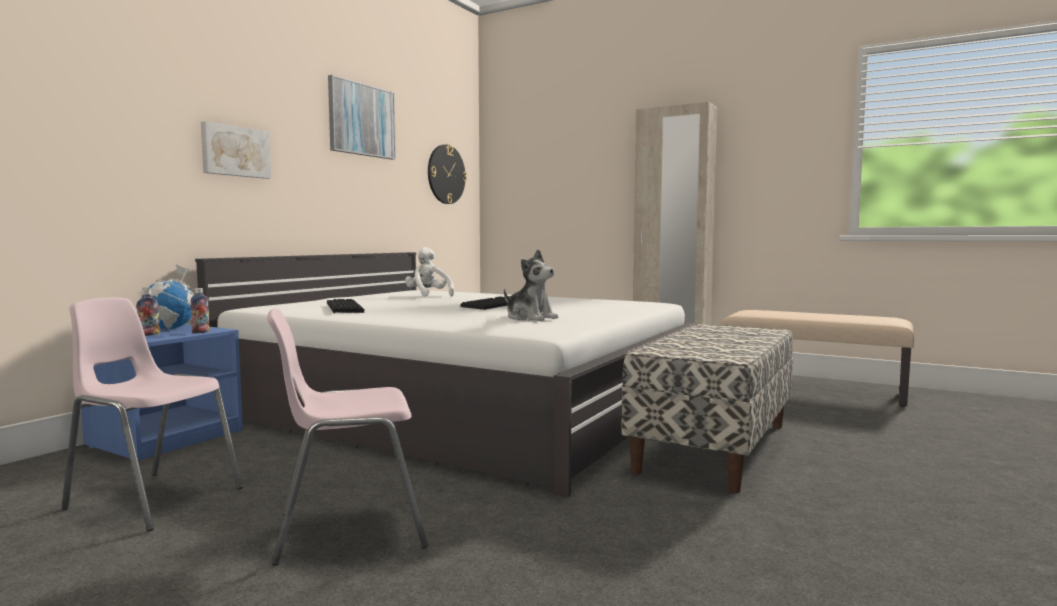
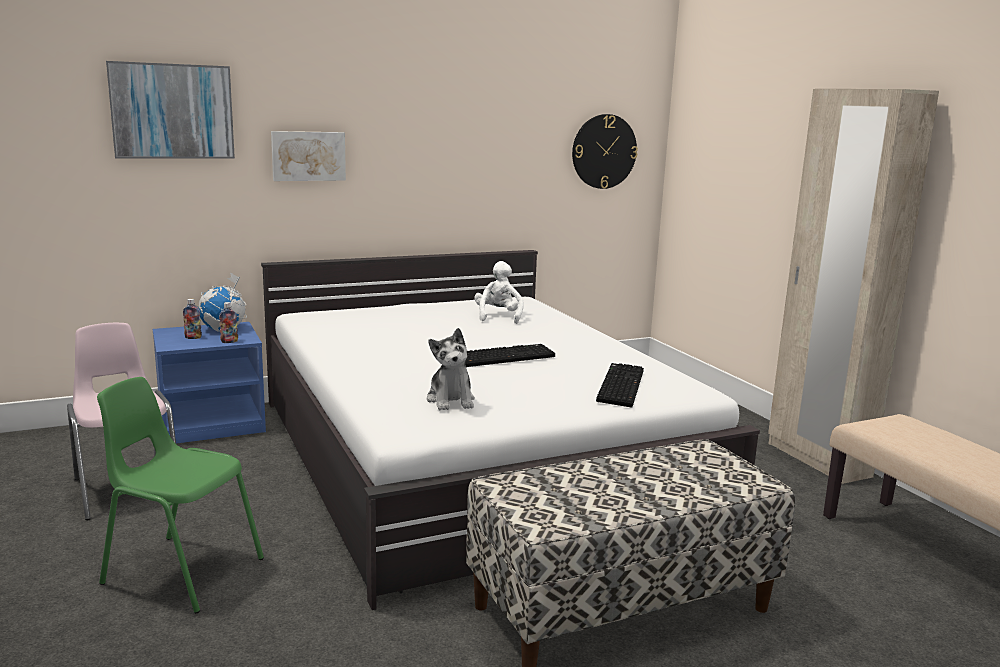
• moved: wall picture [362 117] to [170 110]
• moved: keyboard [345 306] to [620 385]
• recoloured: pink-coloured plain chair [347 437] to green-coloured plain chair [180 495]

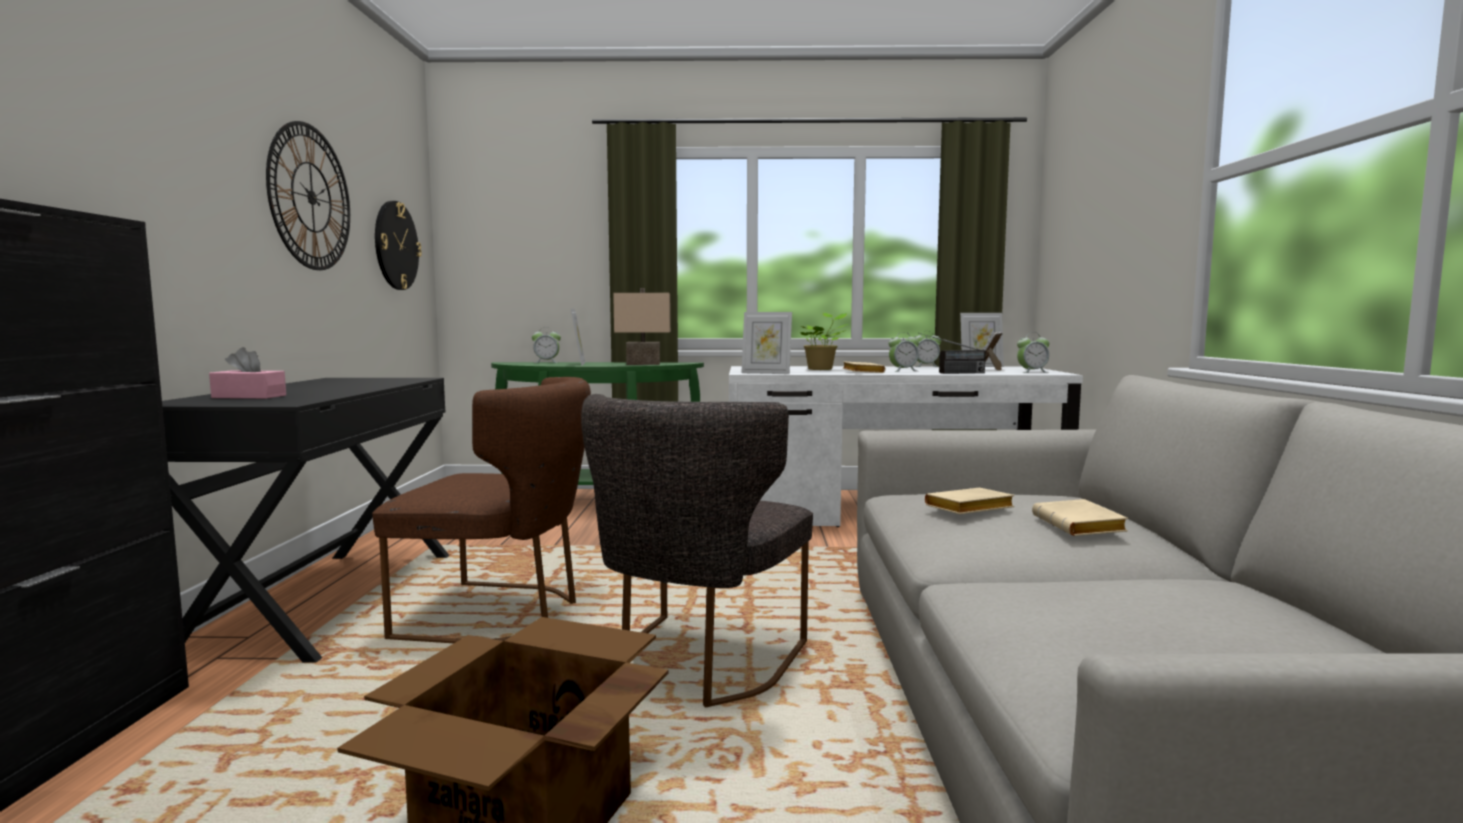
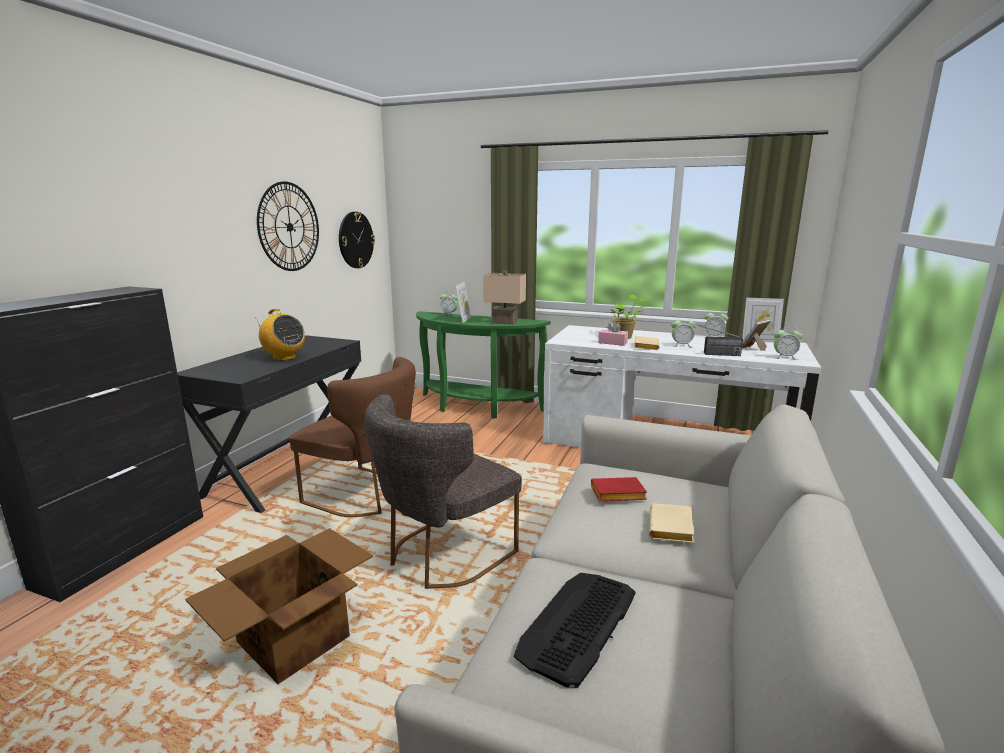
• removed: photo frame [766 343]
• moved: pink-coloured box of tissues [247 373] to [613 333]
• recoloured: beige-coloured bound book [969 501] to reddish bound book [619 489]
• added: radio set [281 335]
• added: keyboard [575 630]

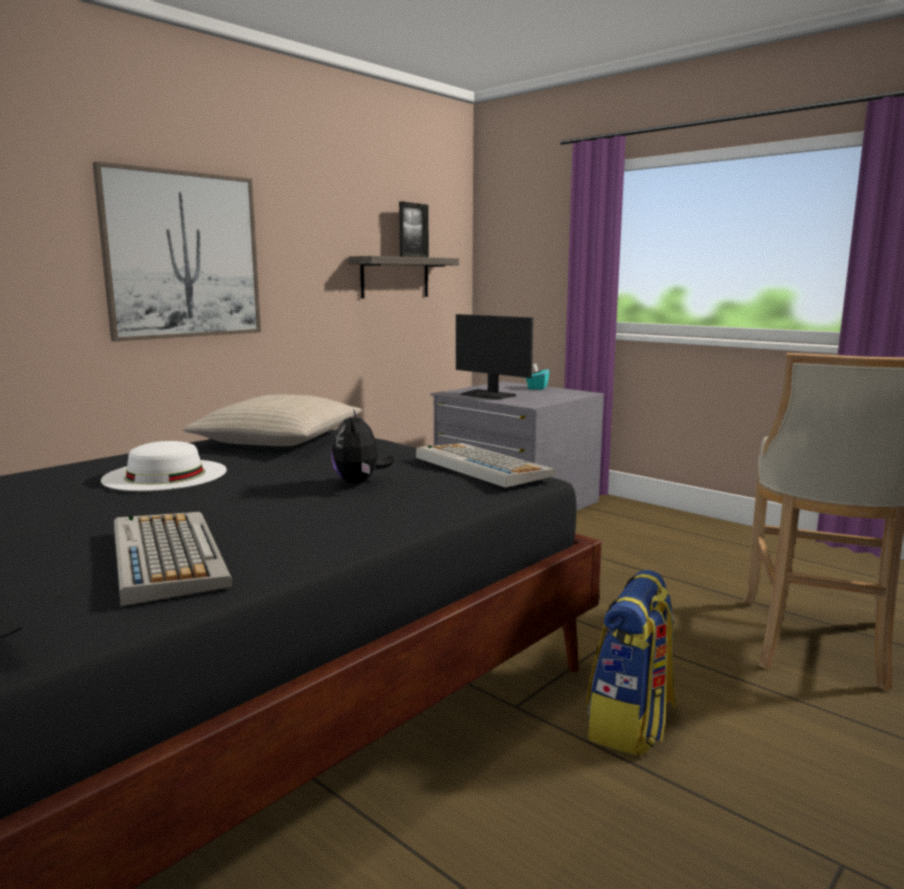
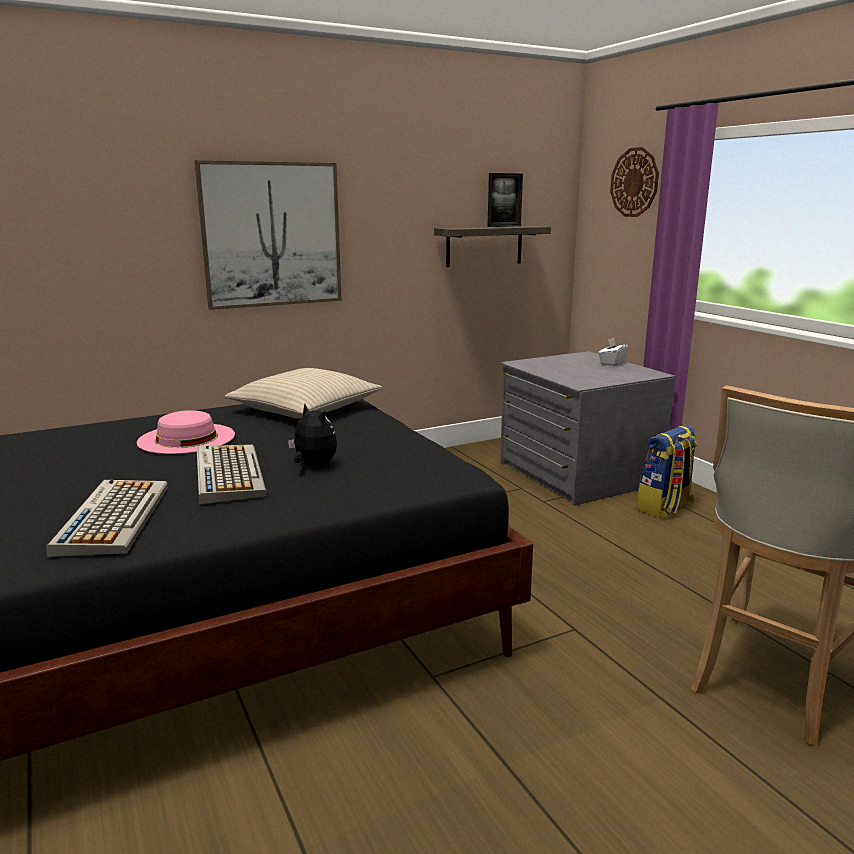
• removed: computer display [494 357]
• recoloured: turquoise-coloured box of tissues [537 377] to white-coloured box of tissues [613 352]
• turned: soft toy [362 446] = [312 435] 120 degrees clockwise
• recoloured: white-coloured hat [164 466] to pink-coloured hat [186 432]
• moved: keyboard [486 465] to [232 474]
• moved: backpack [631 663] to [666 471]
• added: hanging clock [634 182]

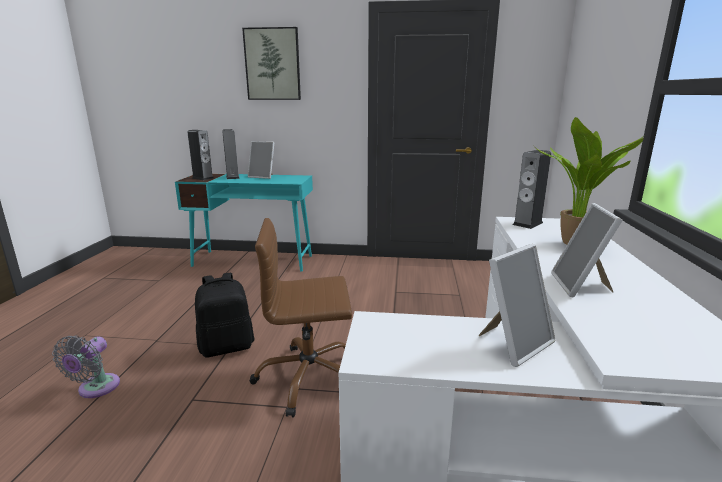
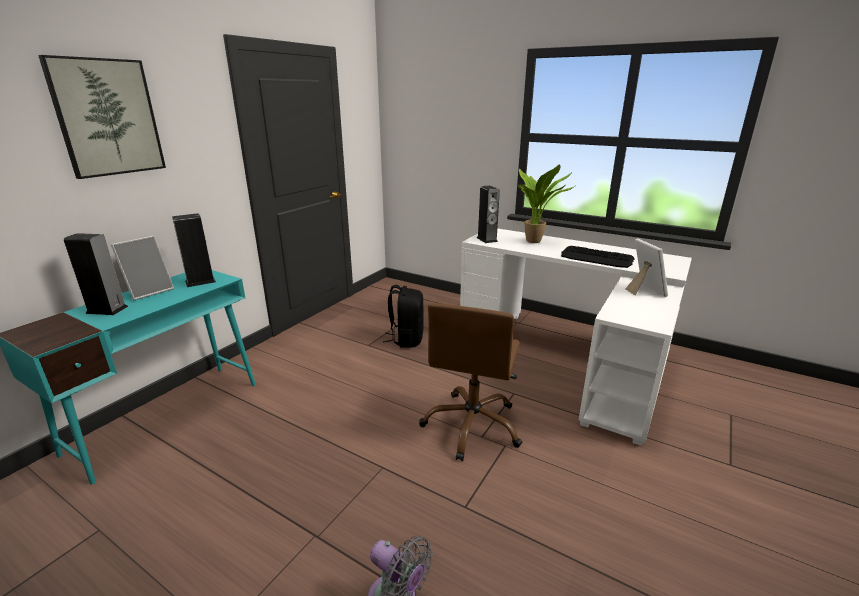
• moved: audio speaker [200 155] to [194 250]
• replaced: photo frame [587 250] to keyboard [598 257]
• moved: black backpack [224 315] to [403 316]

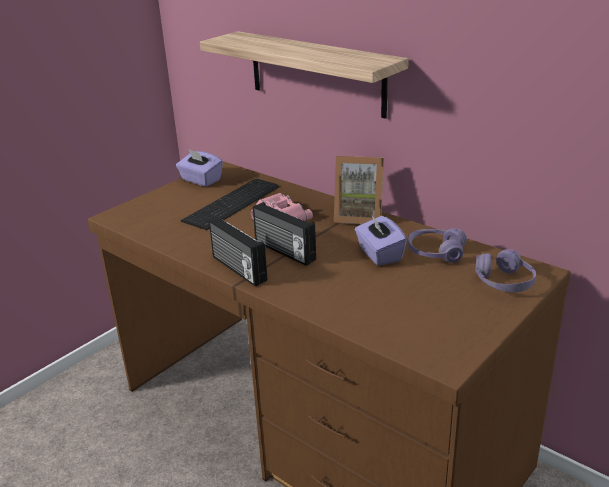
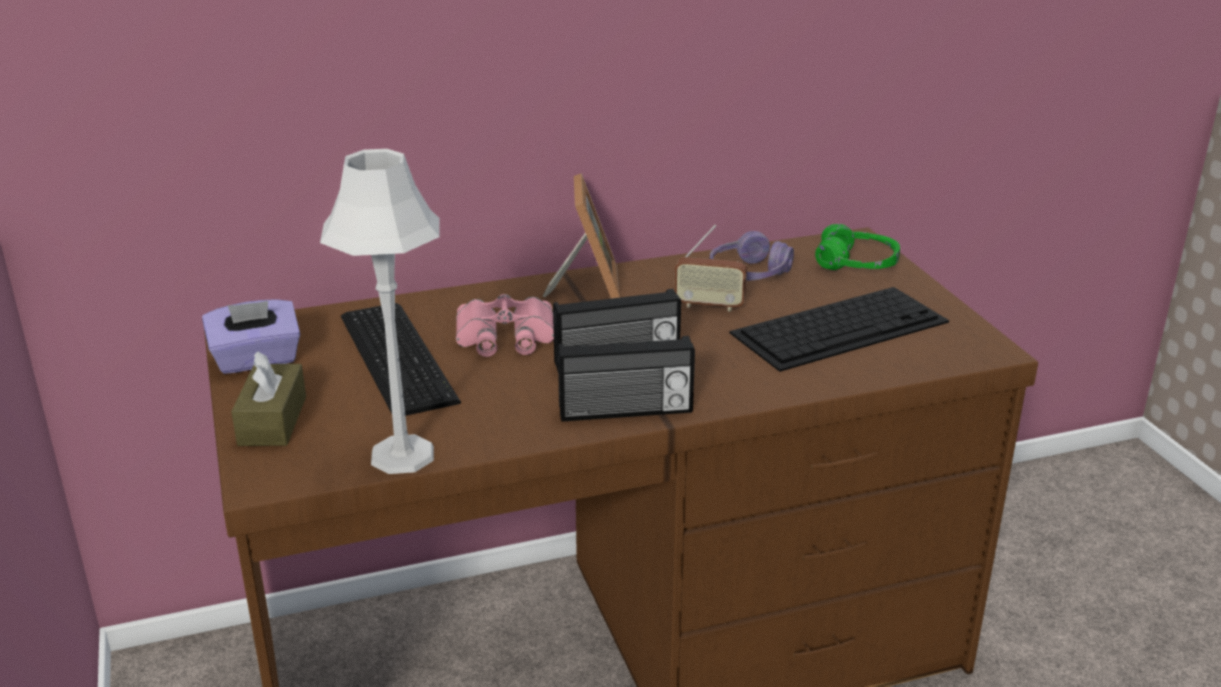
• removed: bracket shelf [304 75]
• turned: photo frame [359 190] = [581 236] 45 degrees counterclockwise
• replaced: purple box of tissues [381 240] to radio set [710 268]
• recoloured: purple headphones [505 270] to green-coloured headphones [857 247]
• added: greyish table lamp [380 311]
• added: keyboard [839 329]
• added: brown box of tissues [268 398]

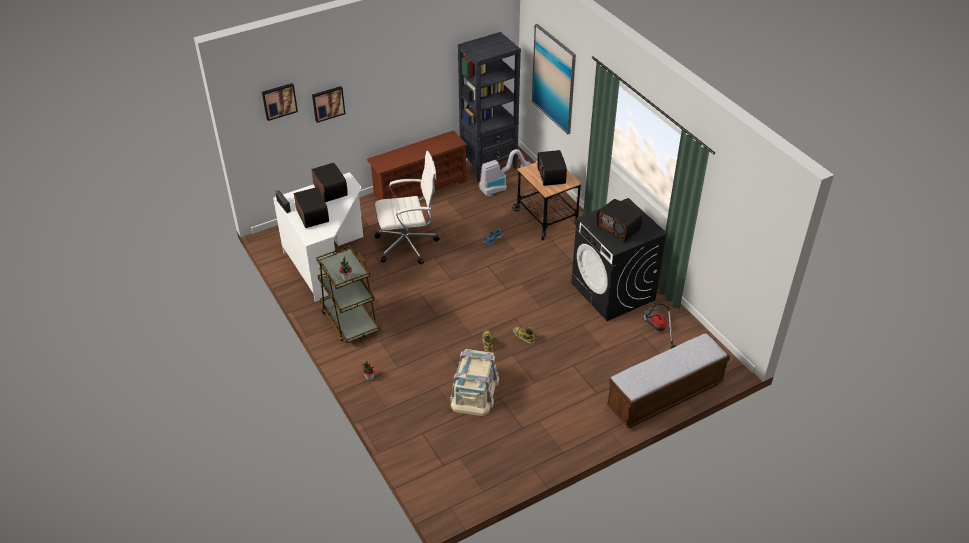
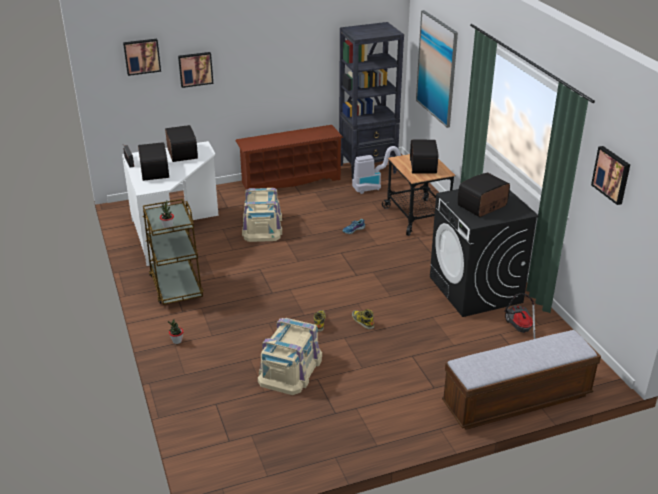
• replaced: white-coloured computer chair [407 207] to beige-coloured storage bin [262 215]
• turned: radio set [620 220] = [484 195] 90 degrees clockwise
• added: wall picture [610 175]

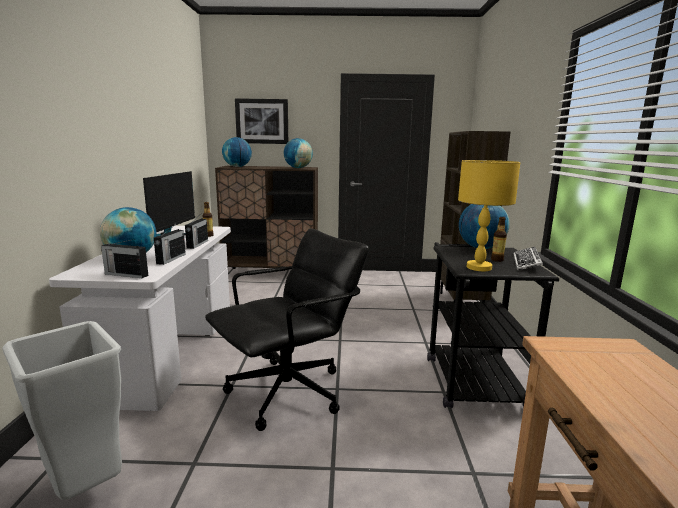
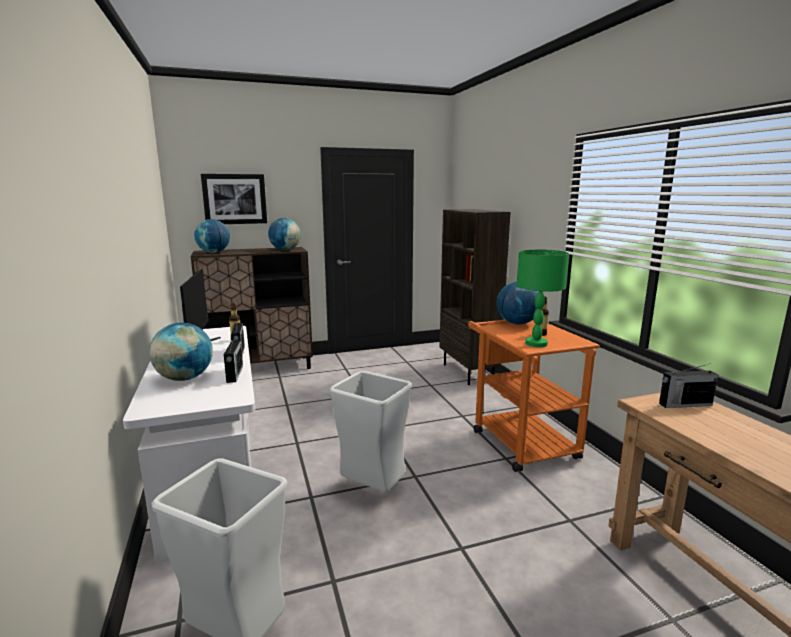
• recoloured: yellow table lamp [489 215] to green-coloured table lamp [543 298]
• replaced: black computer chair [287 330] to greyish trash can [370 431]
• moved: radio set [124 258] to [688 386]
• recoloured: black cart [493 325] to orange-coloured cart [534 396]
• removed: keyboard [528 259]

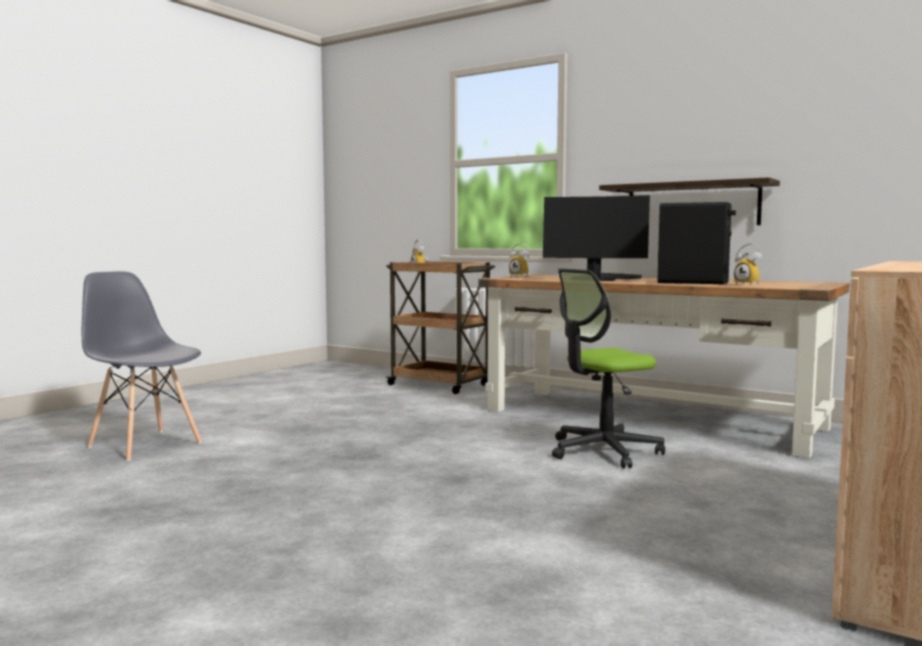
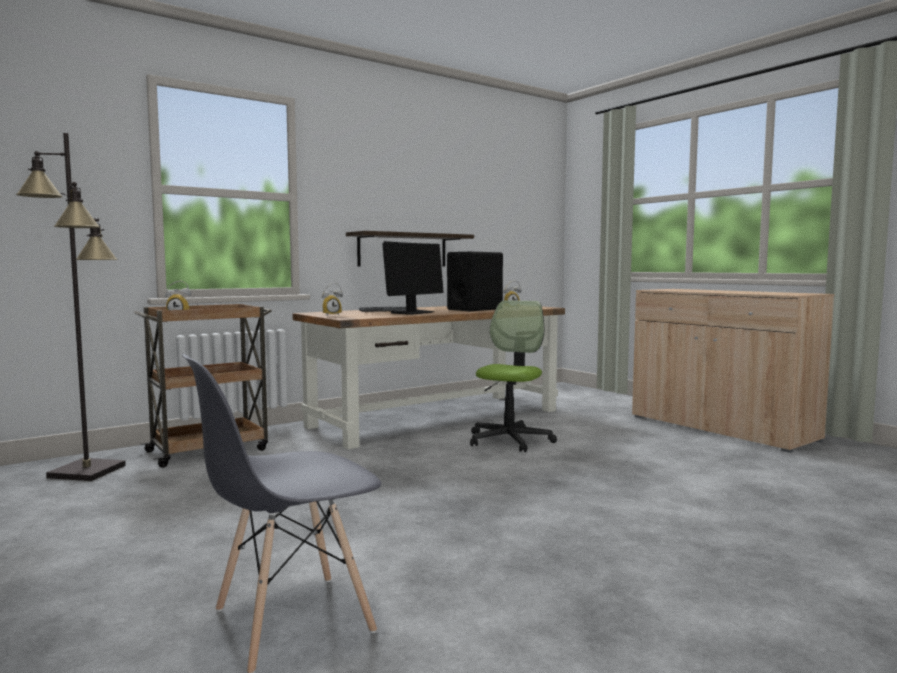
• turned: computer chair [608 368] = [513 376] 150 degrees counterclockwise
• added: black standing lamp [71 307]

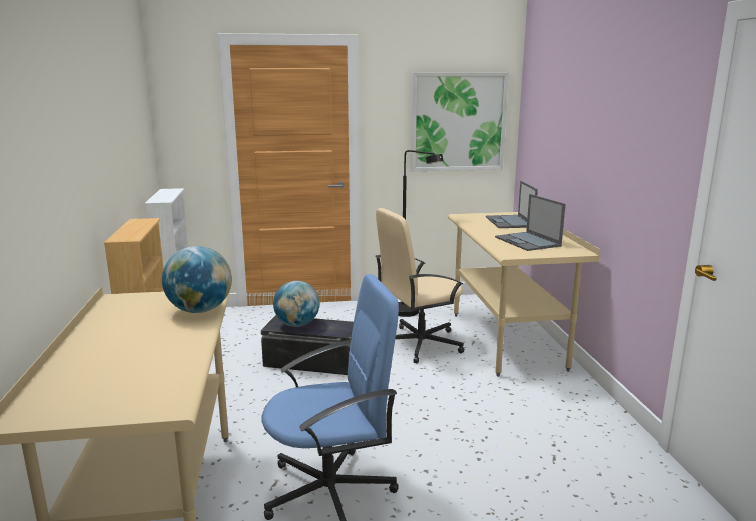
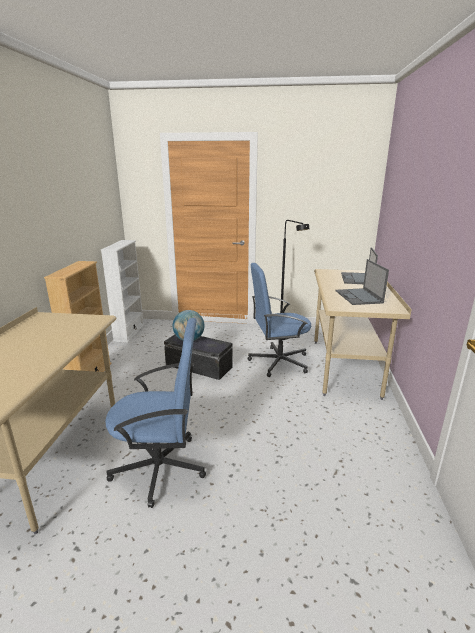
• removed: wall picture [460 121]
• recoloured: beige-coloured computer chair [420 286] to blue computer chair [279 320]
• removed: world globe [197 279]

